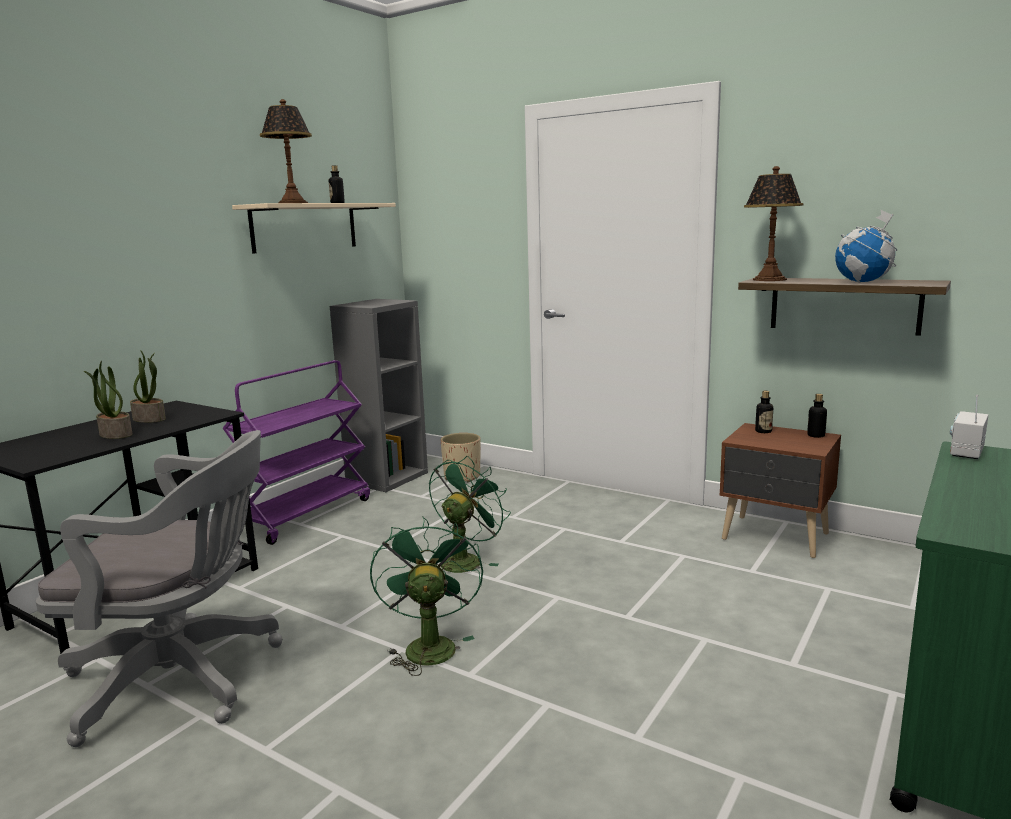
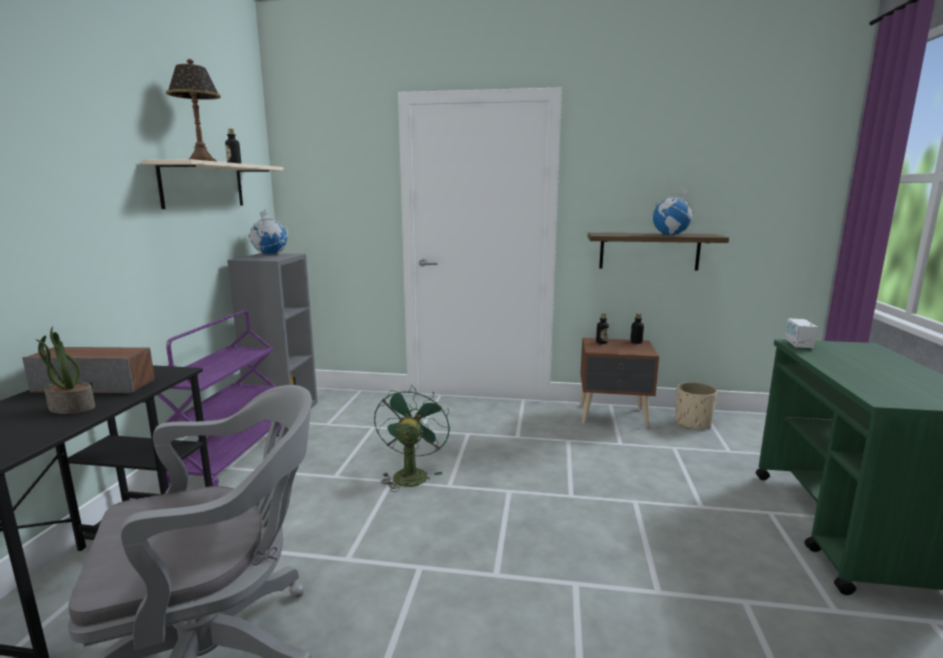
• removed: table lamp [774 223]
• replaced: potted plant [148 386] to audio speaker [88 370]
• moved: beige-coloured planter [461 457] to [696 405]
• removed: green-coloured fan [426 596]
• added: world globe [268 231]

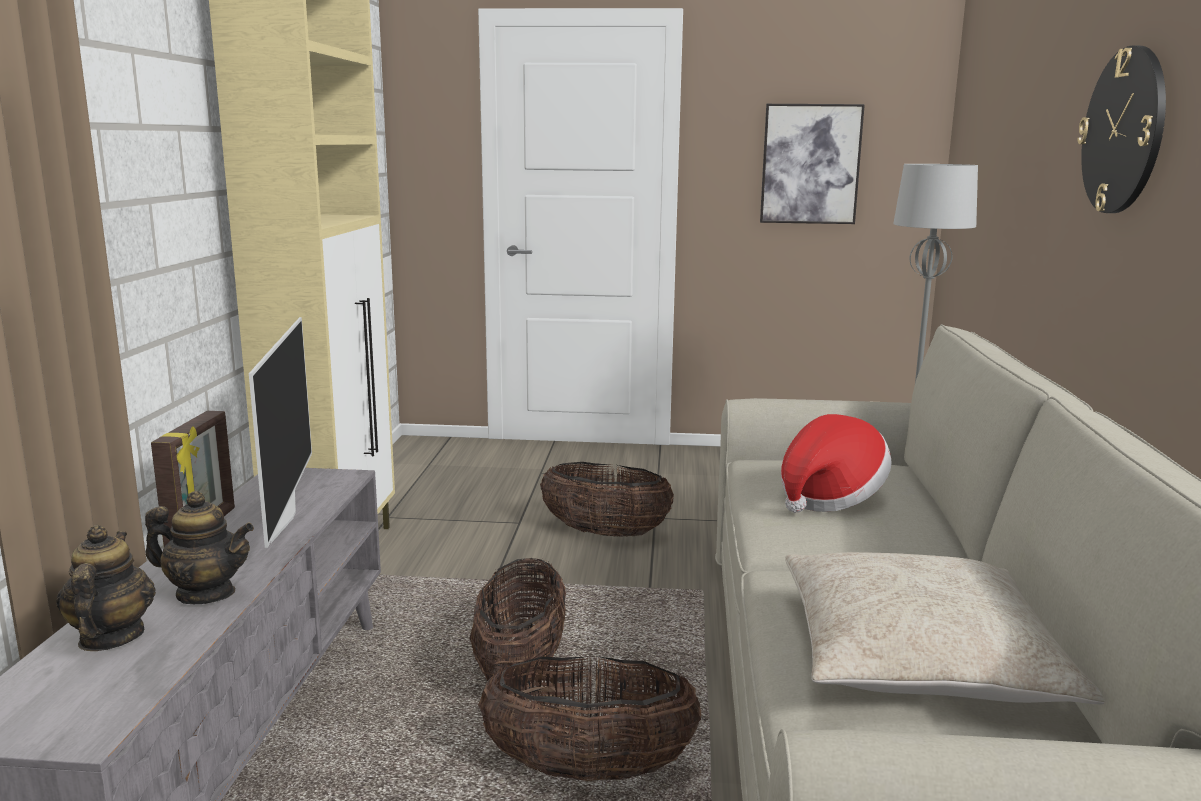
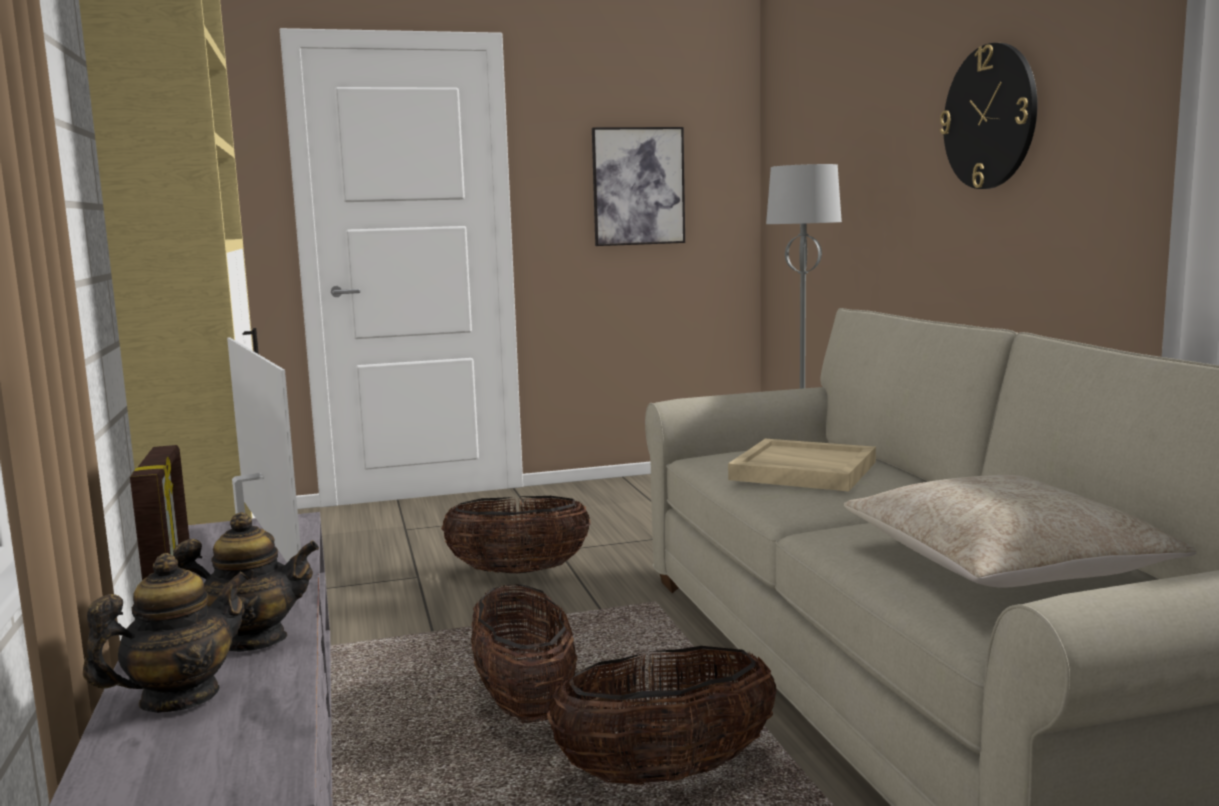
• replaced: hat [836 463] to beige-coloured tray [802 465]
• turned: tea pot [106 588] = [166 633] 75 degrees clockwise

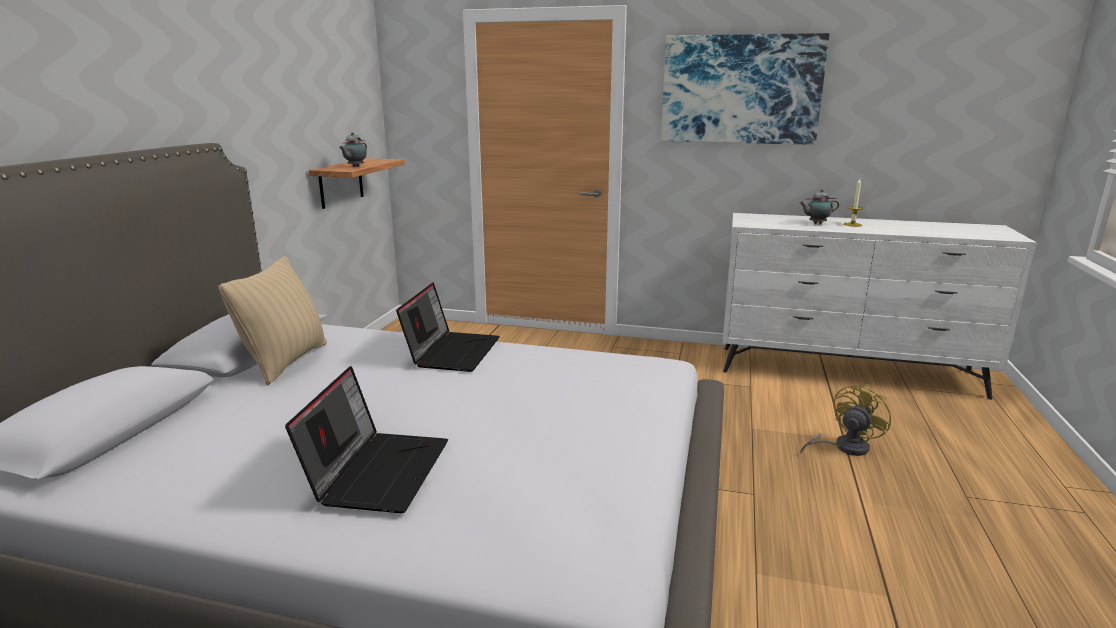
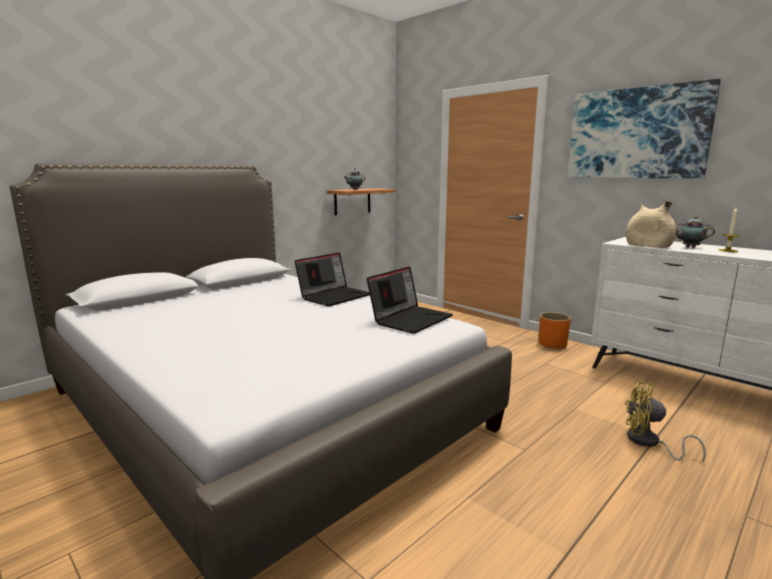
• removed: beige-coloured cushion [273 320]
• moved: notebook computer [366 439] to [410 300]
• turned: yellow fan [845 420] = [665 422] 150 degrees counterclockwise
• added: beige-coloured vase [651 224]
• added: orange-coloured planter [555 330]

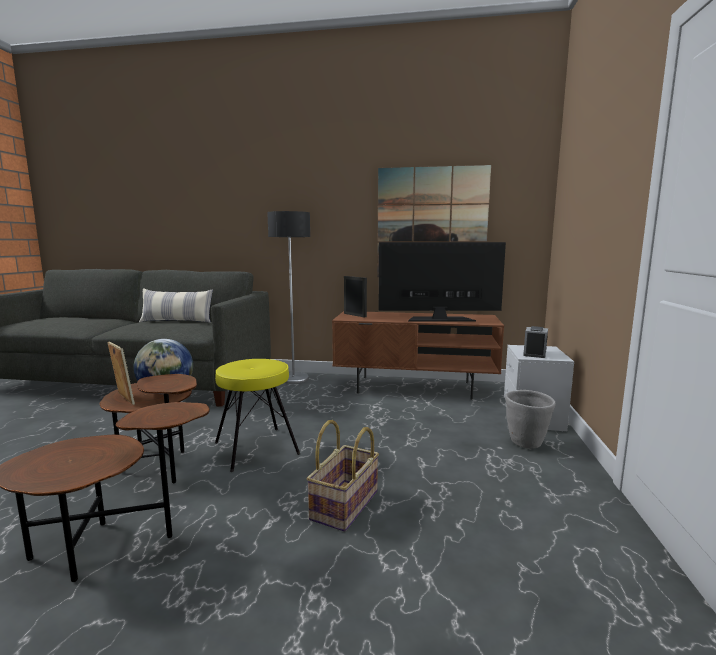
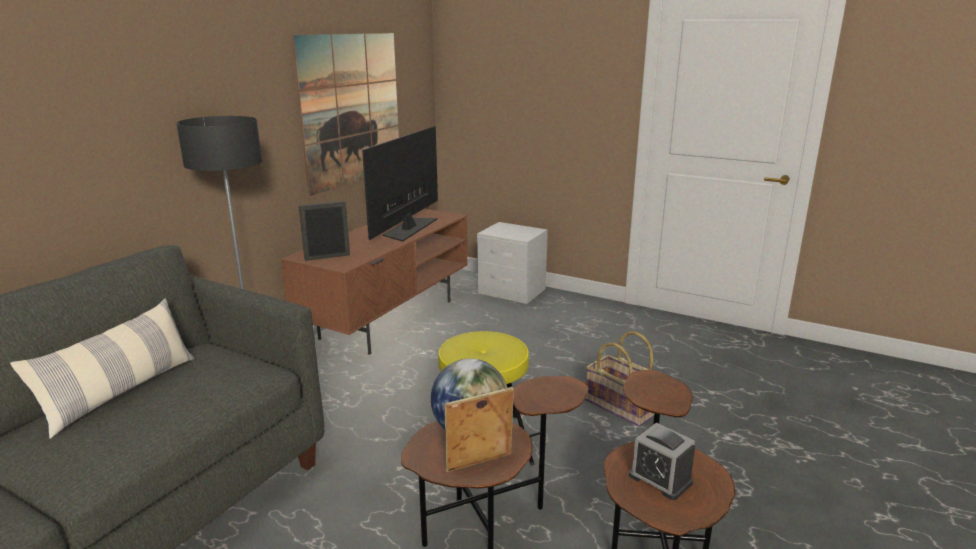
• moved: table clock [535 342] to [662 461]
• removed: greyish planter [530 419]

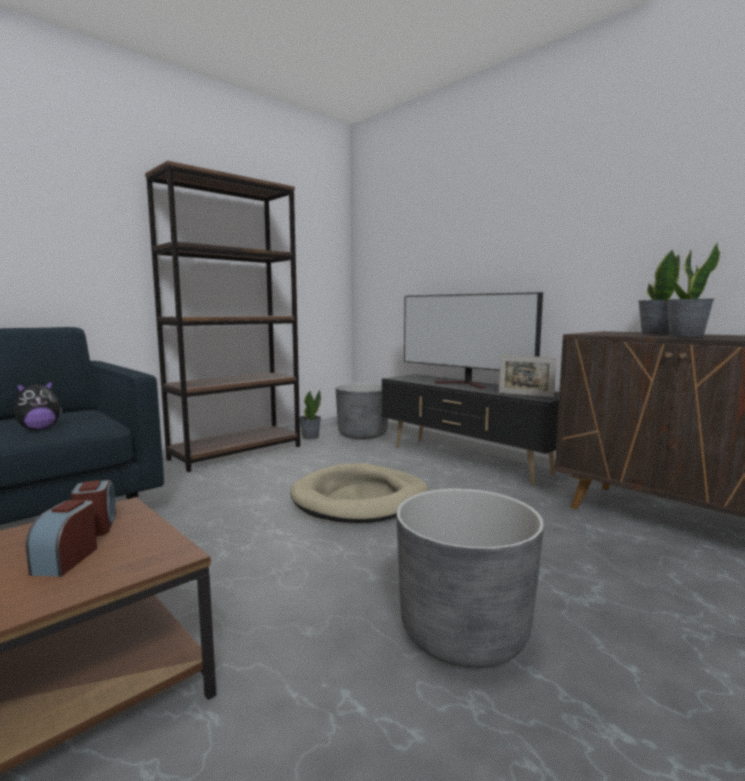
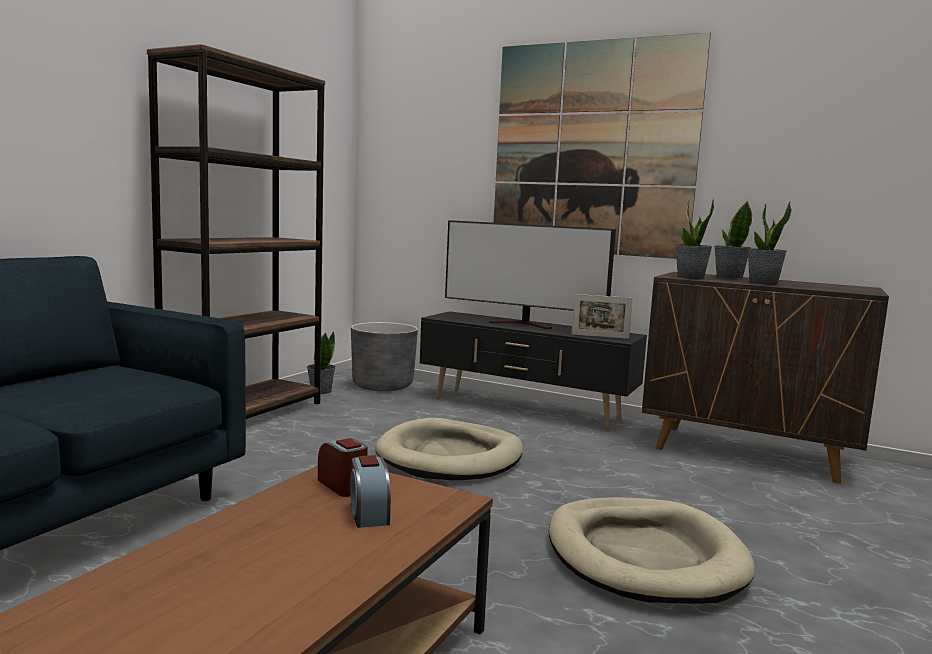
• removed: soft toy [38 405]
• replaced: greyish planter [470 578] to beige-coloured dog bed [652 550]
• added: wall picture [602 145]
• added: potted plant [695 239]

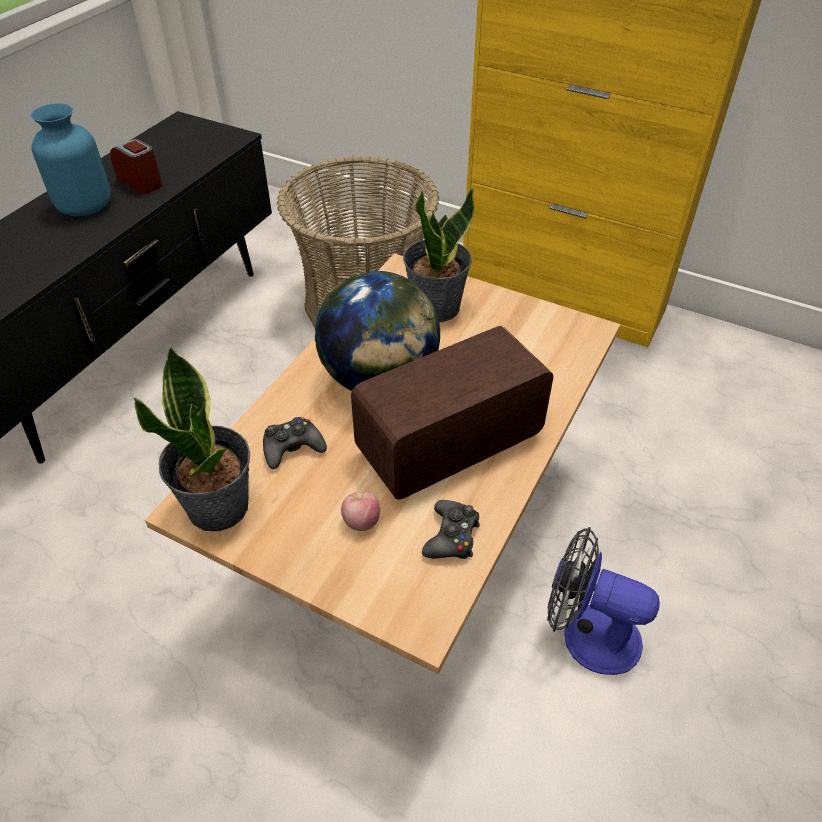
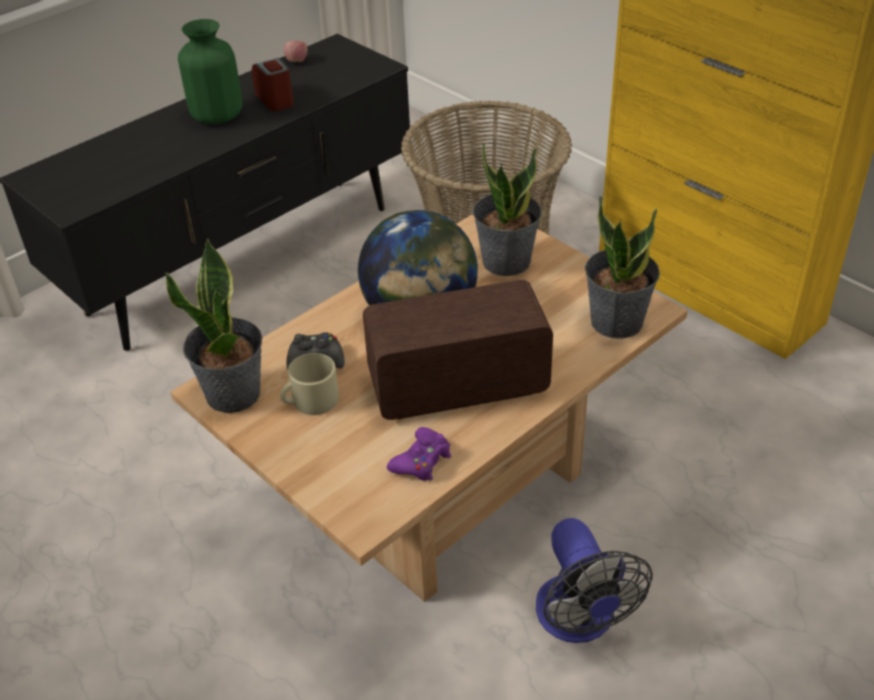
• recoloured: blue vase [70 159] to green-coloured vase [210 71]
• moved: apple [360 511] to [296 51]
• recoloured: black game controller [451 529] to purple game controller [419 454]
• turned: fan [603 601] = [594 580] 150 degrees counterclockwise
• added: potted plant [622 267]
• added: beige-coloured coffee mug [309 384]

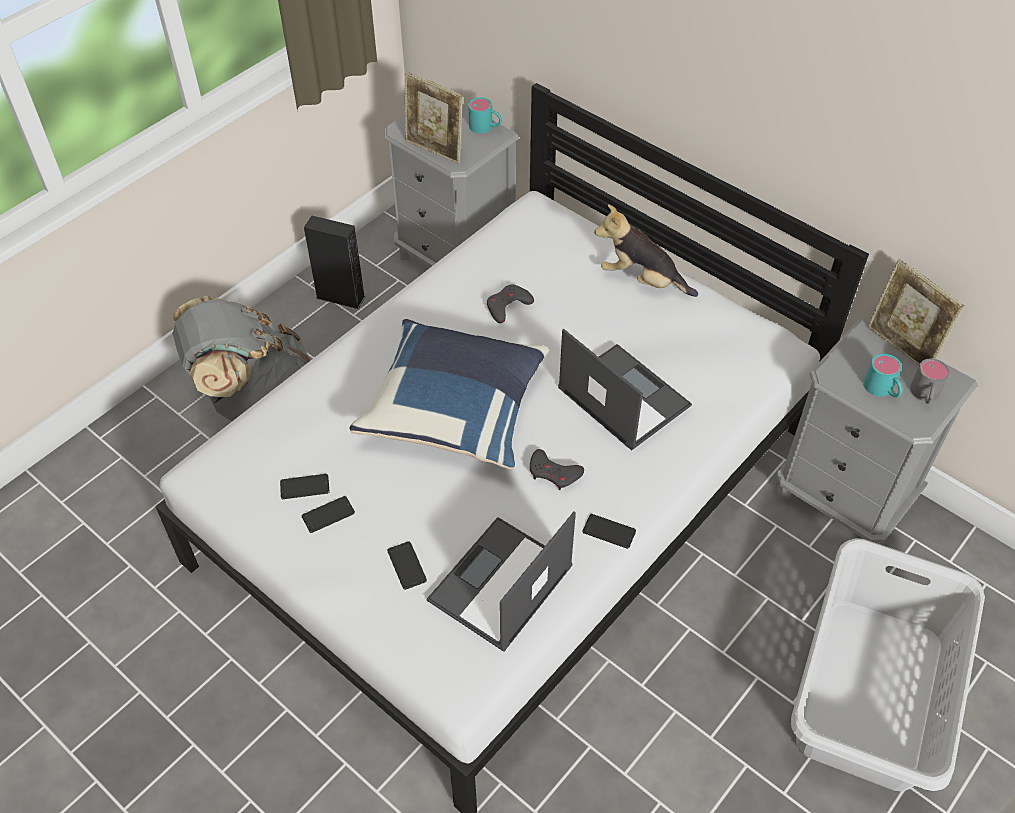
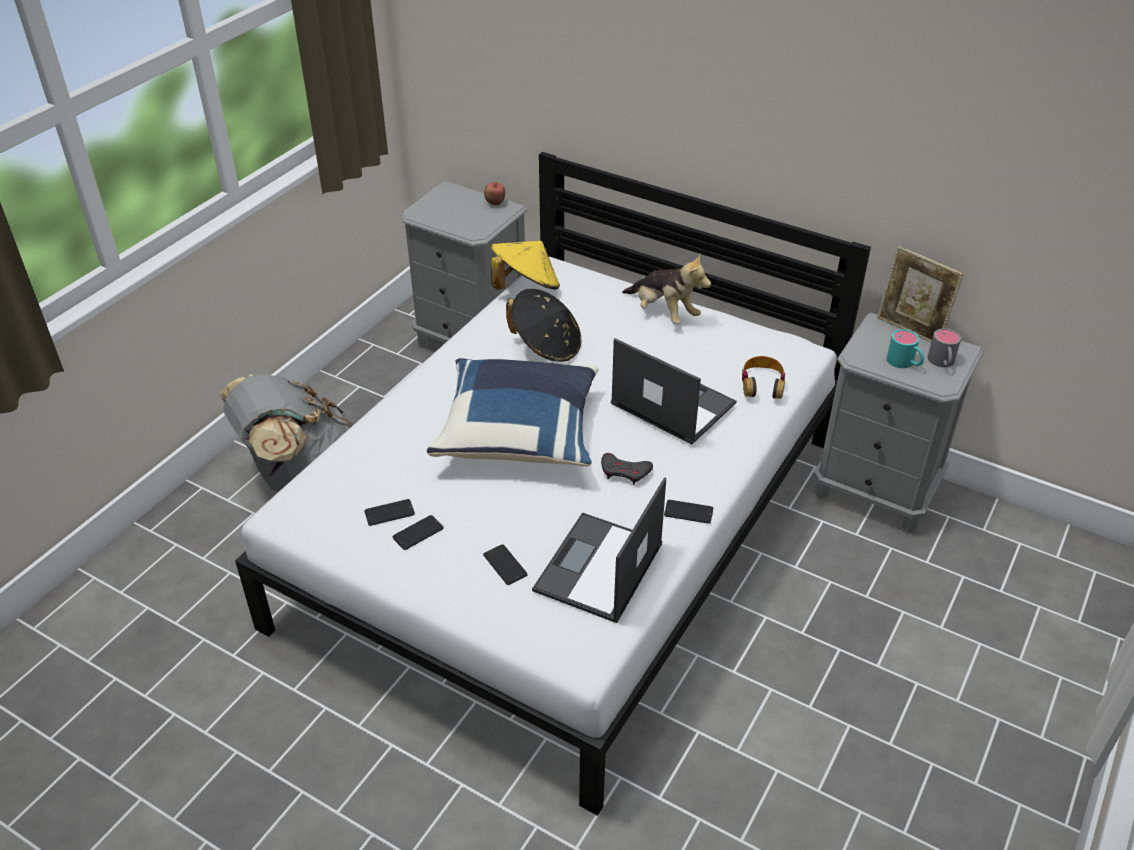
• removed: photo frame [434 118]
• replaced: turquoise-coloured coffee mug [485 115] to apple [494 193]
• turned: soft toy [646 250] = [666 289] 150 degrees counterclockwise
• removed: black audio speaker [335 262]
• replaced: greyish game controller [510 304] to black hat [543 325]
• removed: greyish hamper [888 664]
• added: yellow hat [525 265]
• added: headphones [763 377]

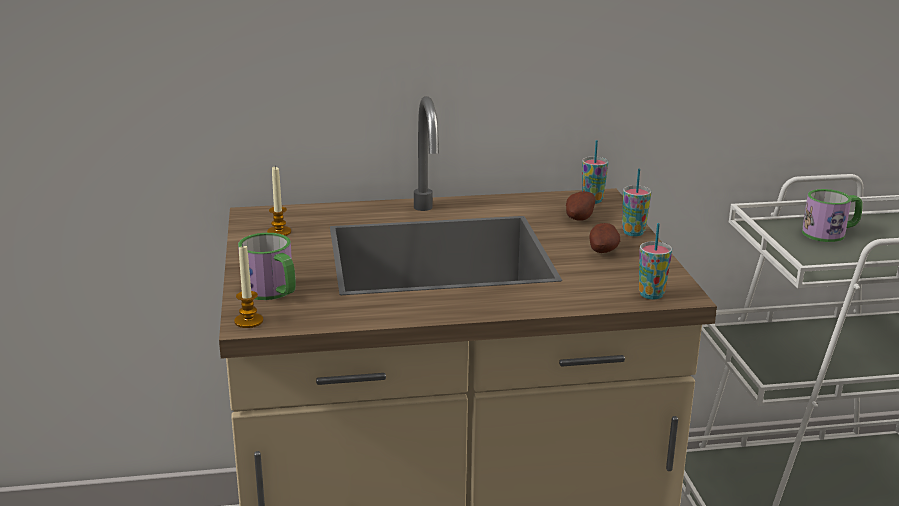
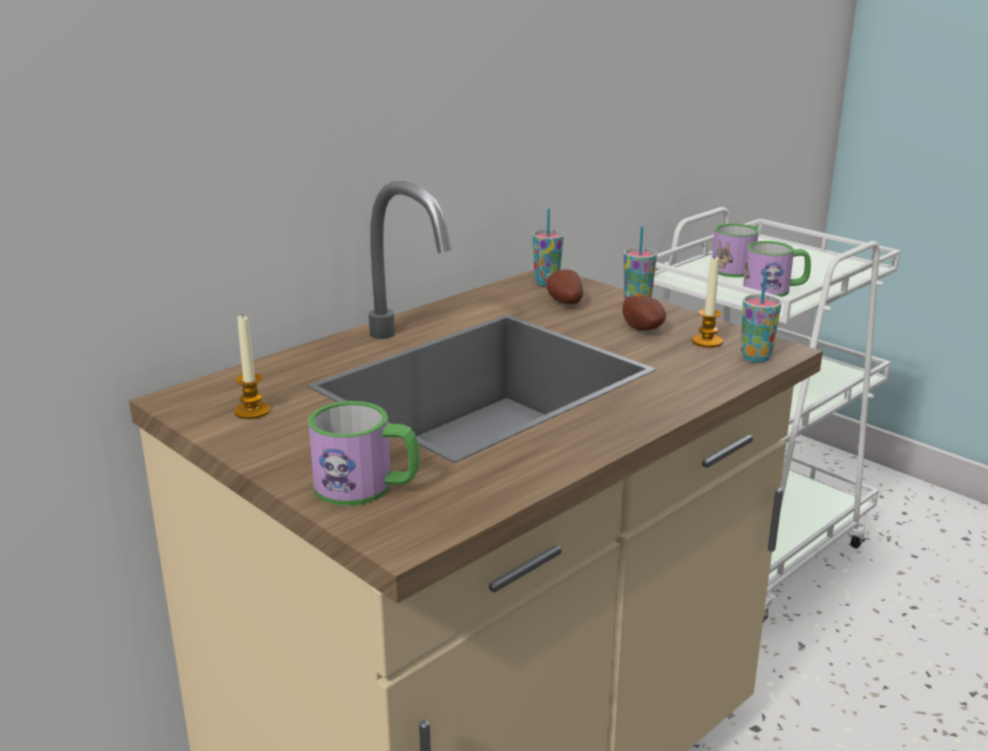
• moved: wax candle [248 286] to [707 302]
• added: coffee mug [777 269]

